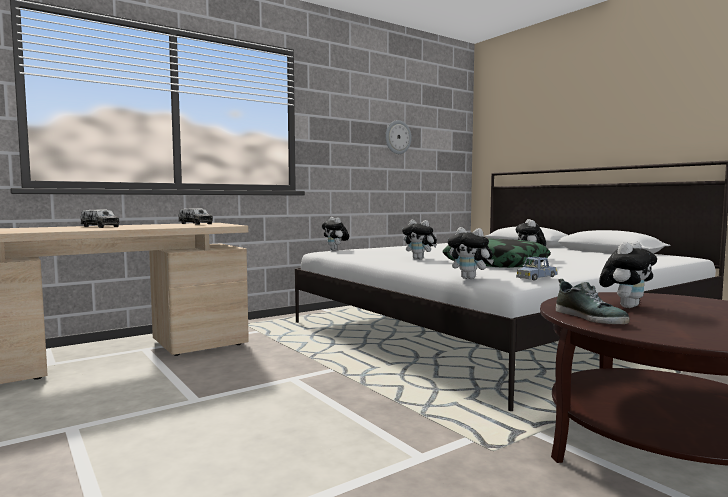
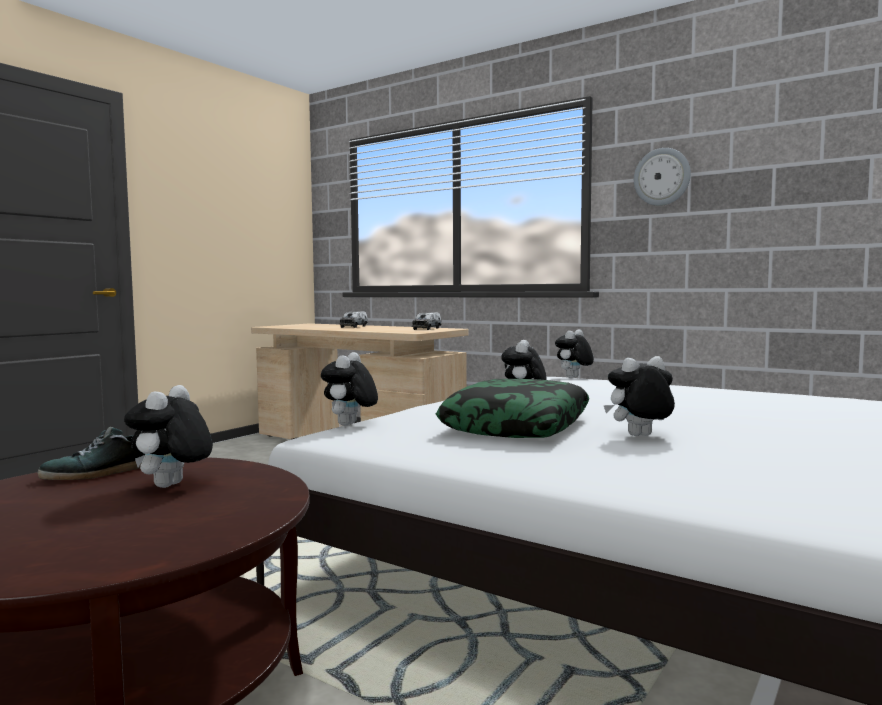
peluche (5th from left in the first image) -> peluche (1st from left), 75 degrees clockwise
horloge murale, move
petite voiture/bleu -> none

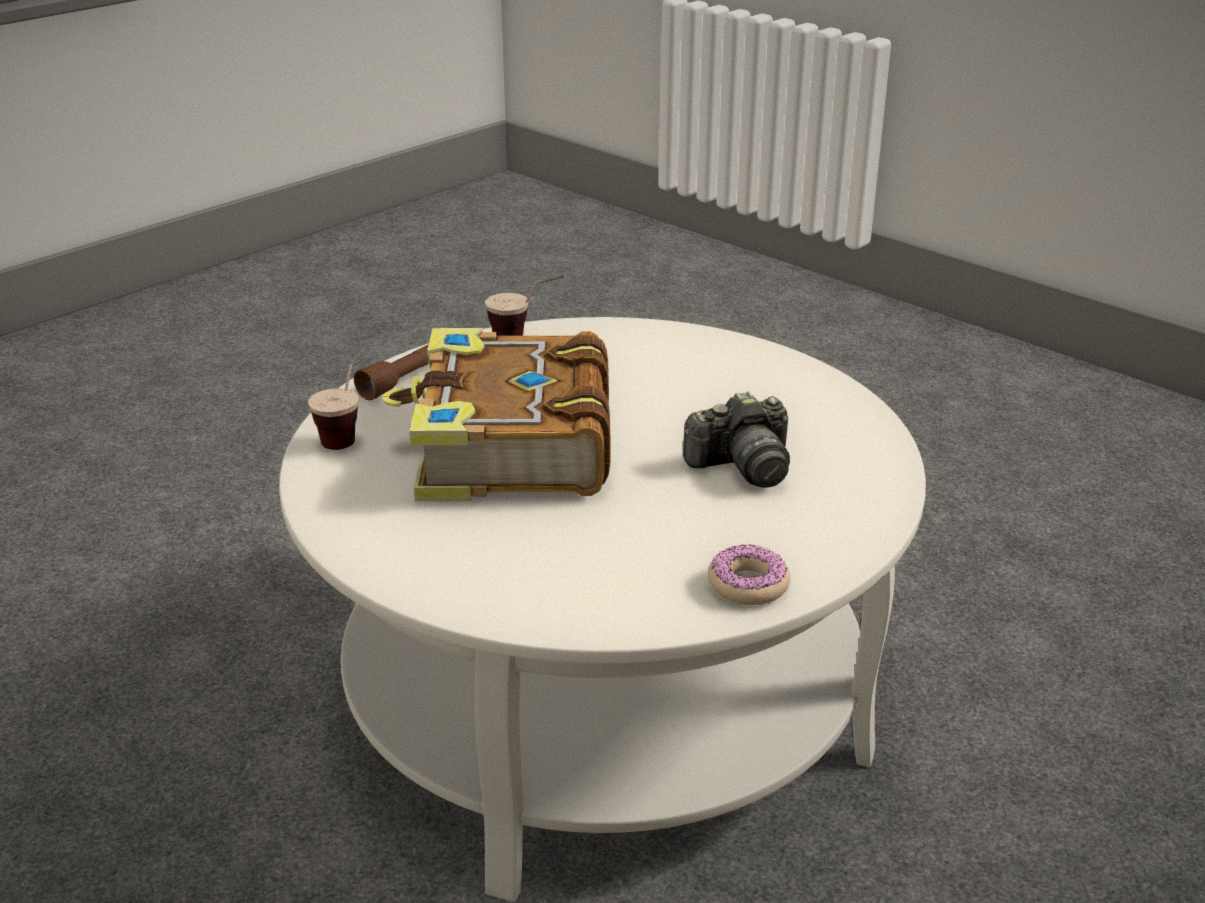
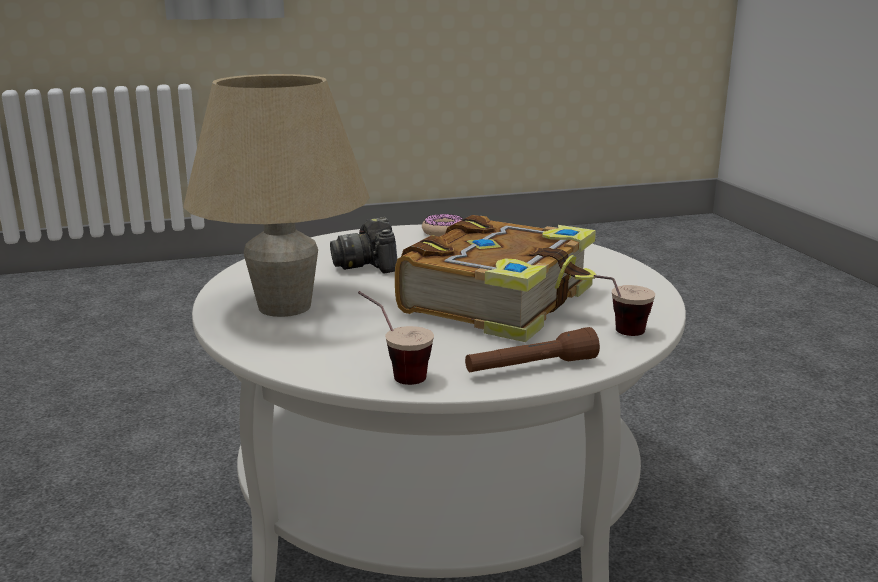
none -> lampe de table/beige
appareil photo, 120 degrees counterclockwise

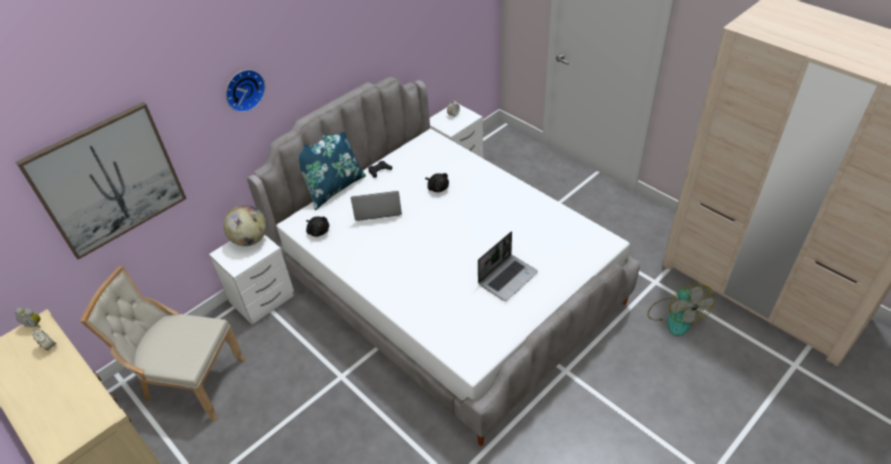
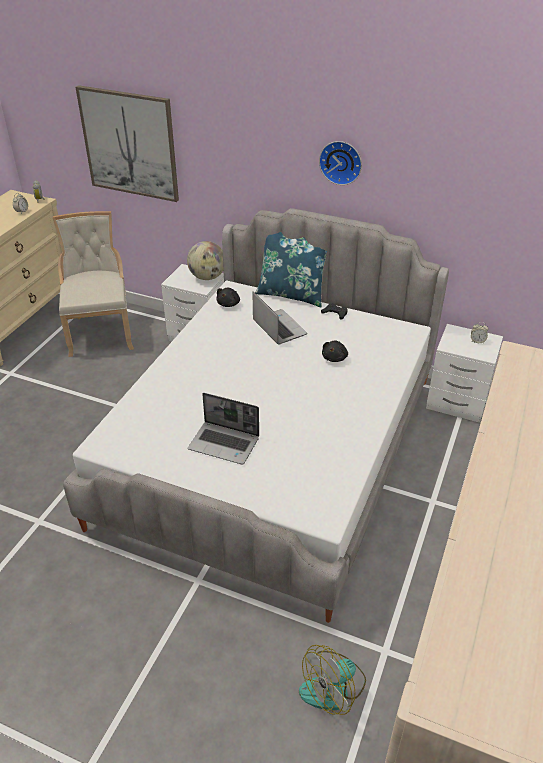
horloge murale, move

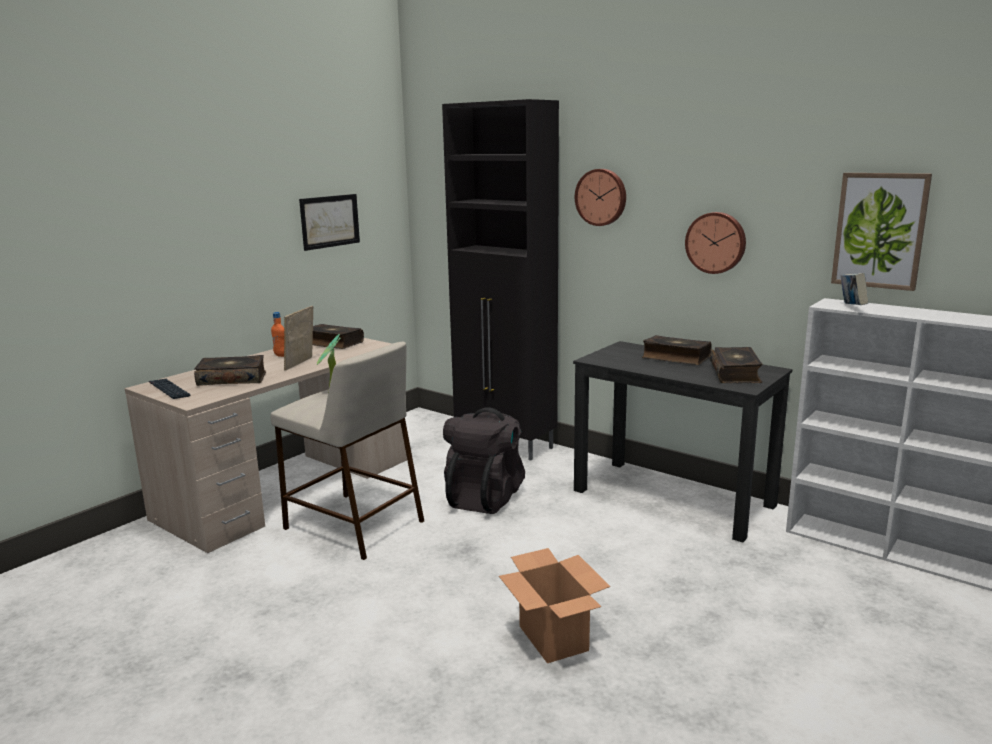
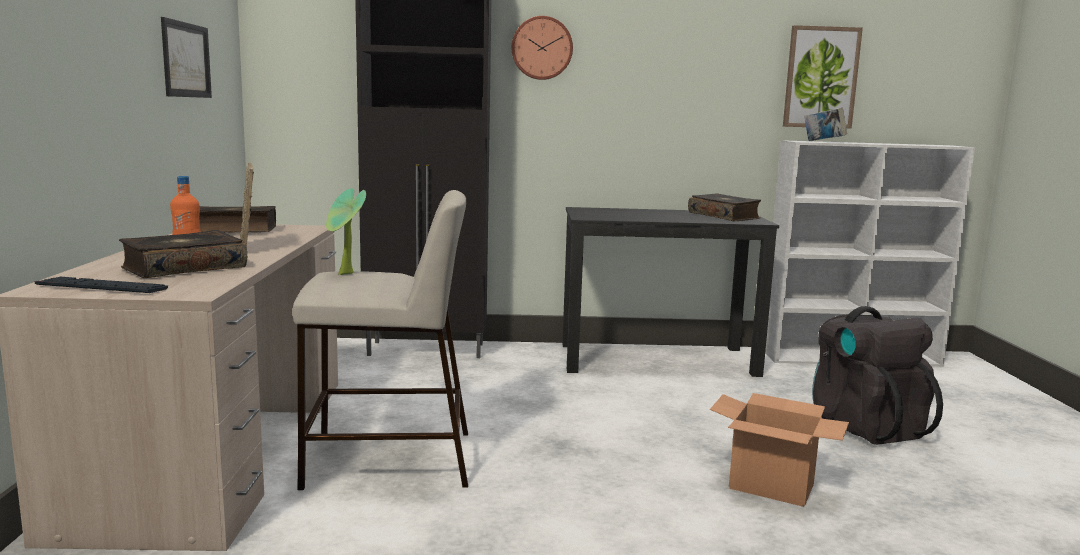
sac à dos/noir, move
livre (3rd from left) -> none
horloge murale (2nd from left) -> none

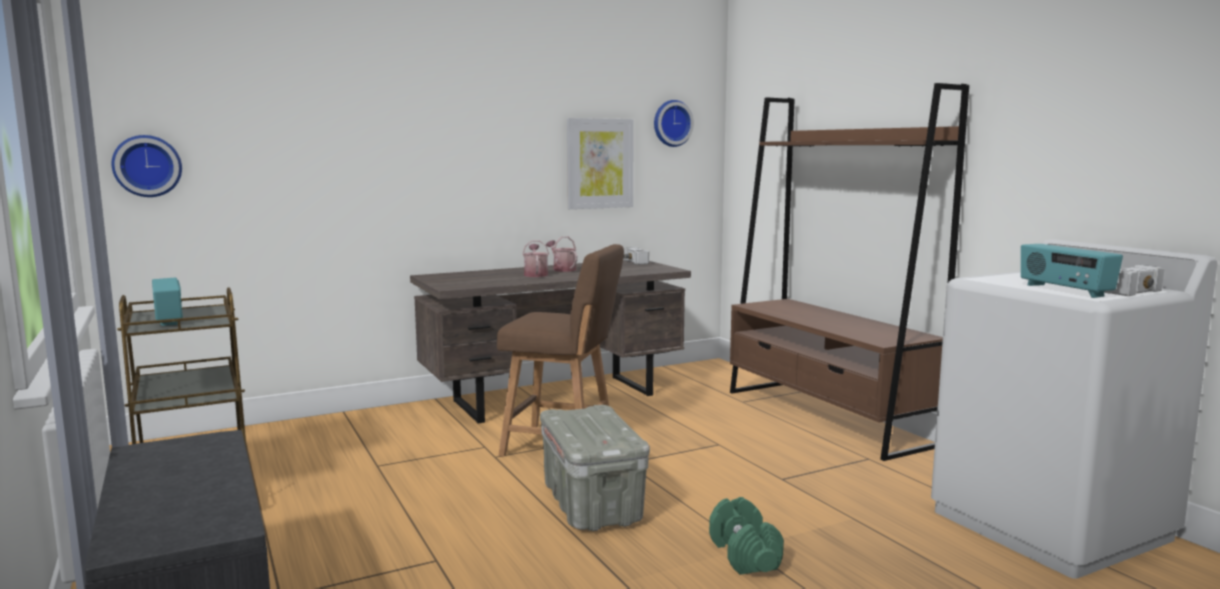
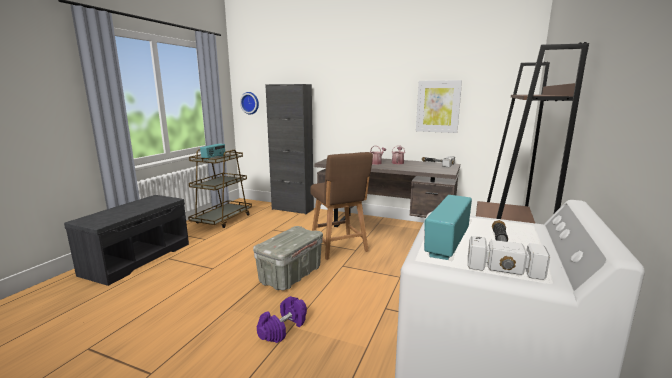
haltère/vert -> haltère/violet
none -> meuble de rangement/noir
horloge murale (2nd from left) -> none

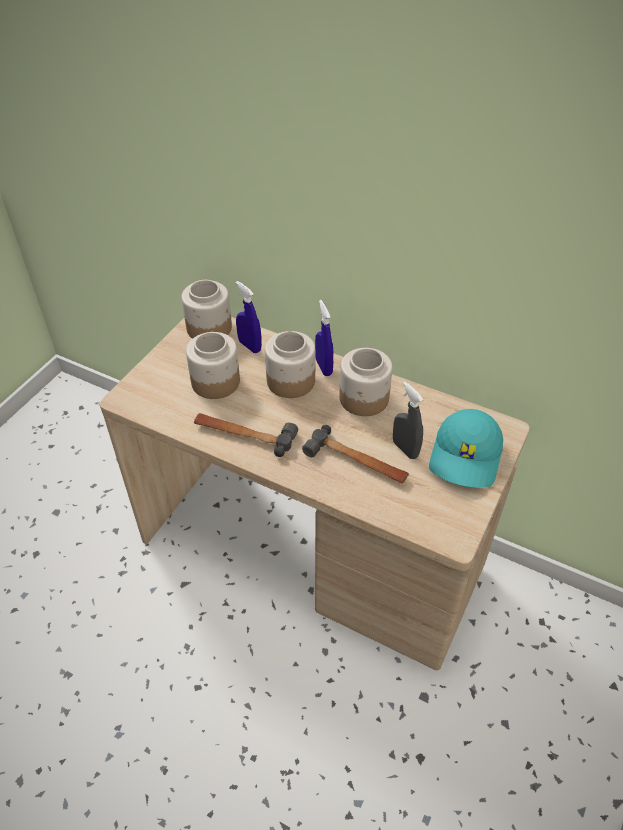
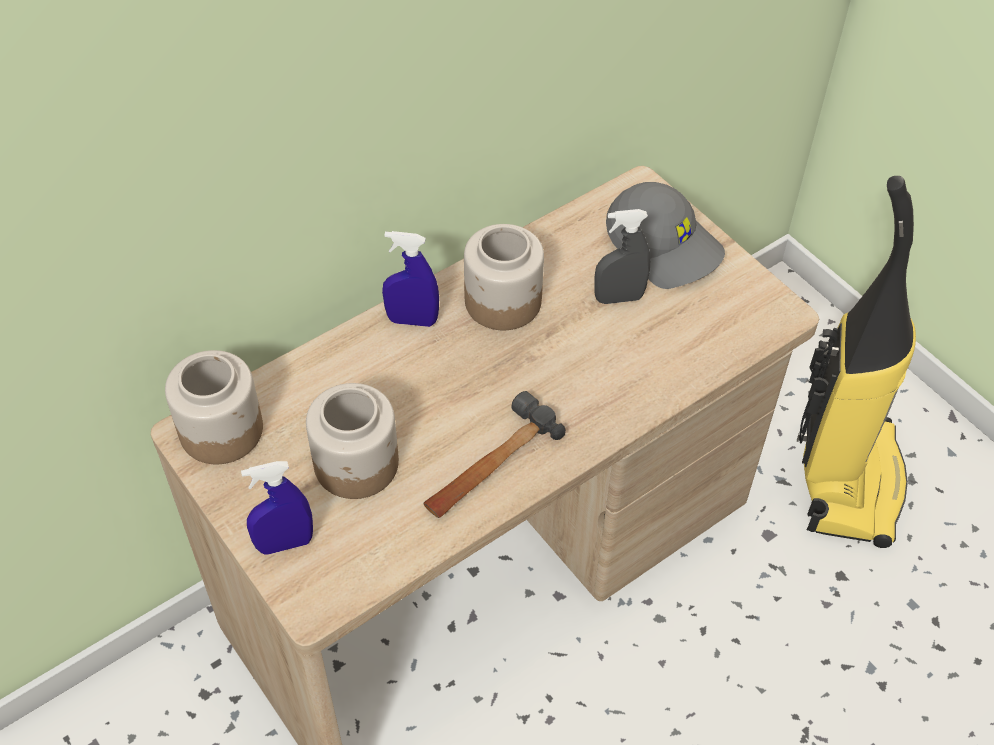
vaporisateur/bleu (1st from left), move
casquette/turquoise -> casquette/gris
none -> aspirateur
bocal (3rd from left) -> none
marteau (2nd from left) -> none

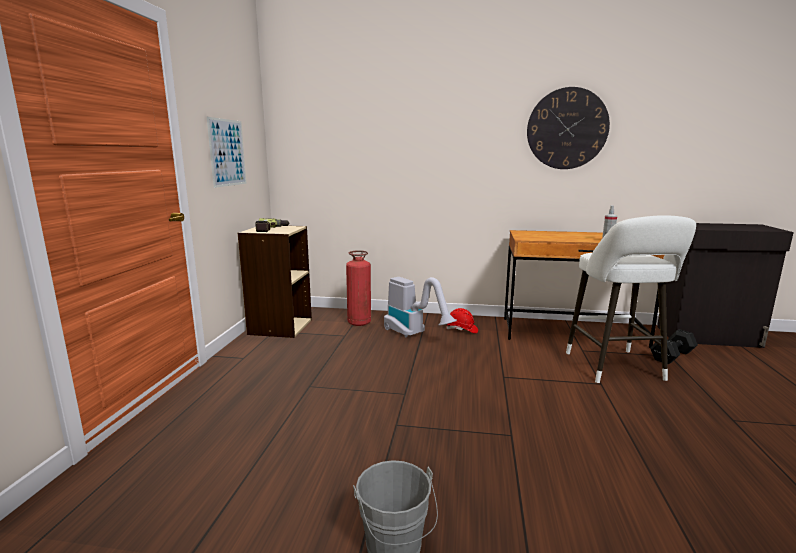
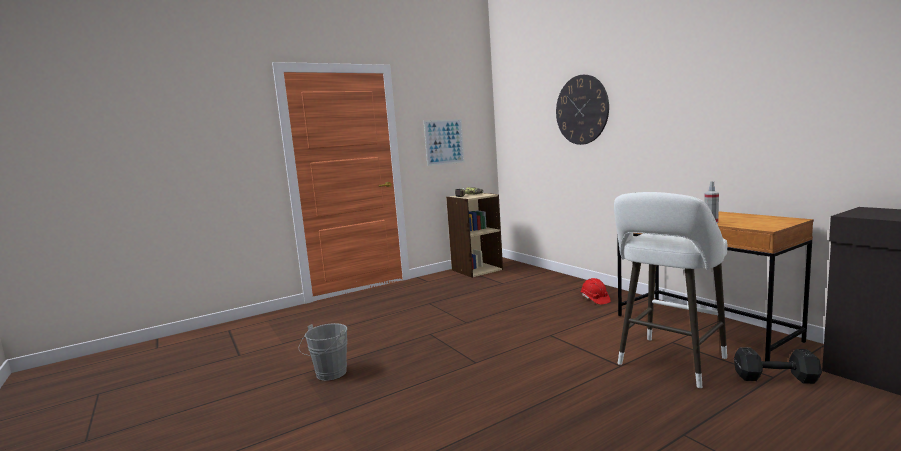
horloge murale, move
extincteur -> none
aspirateur -> none

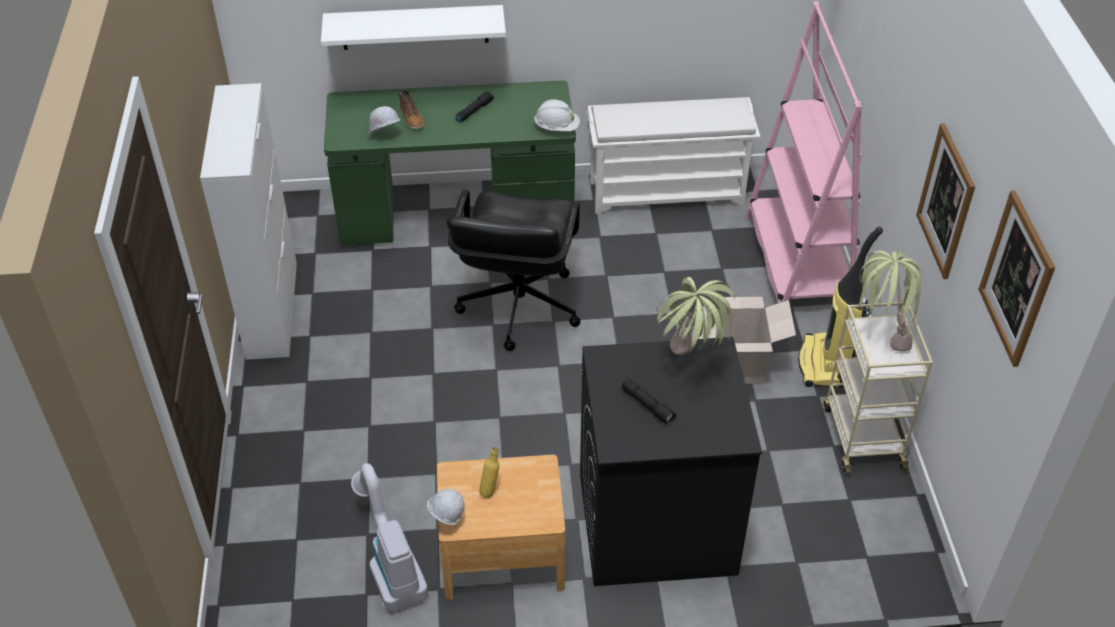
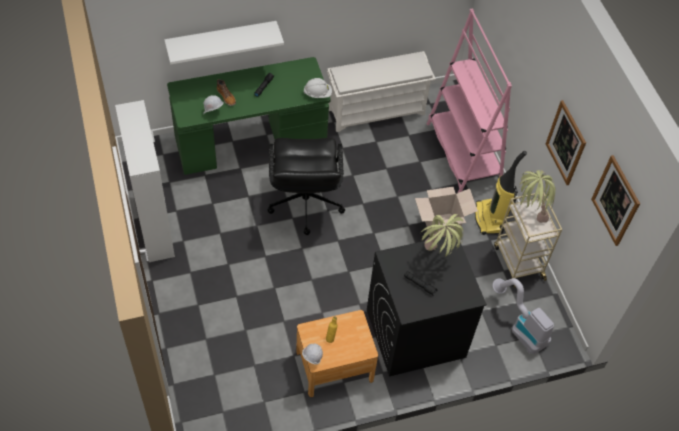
aspirateur (1st from left in the first image) -> aspirateur (2nd from left), move

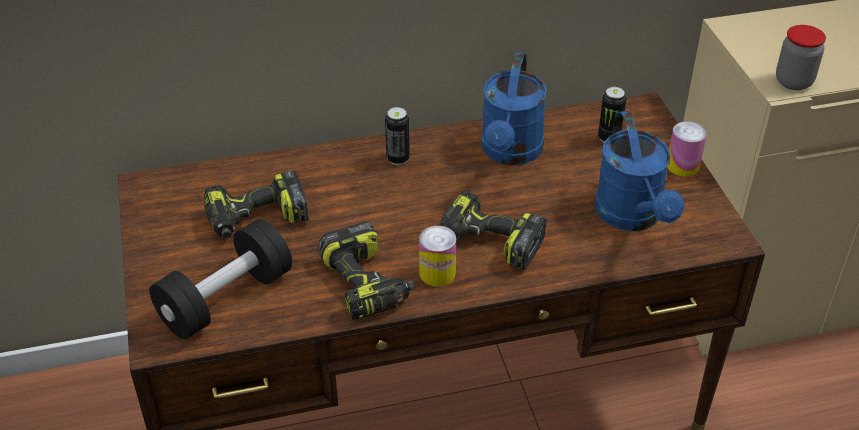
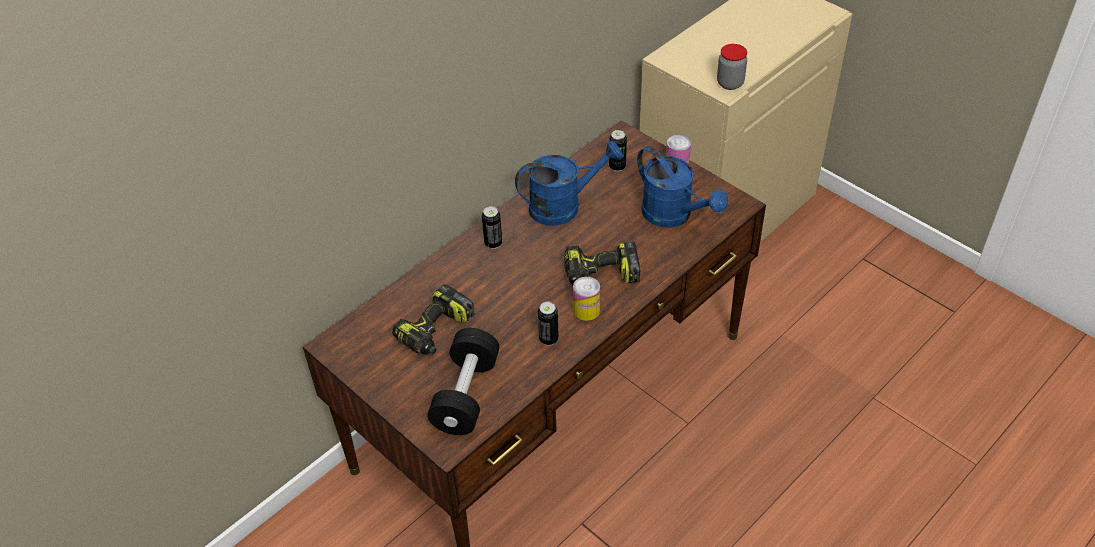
arrosoir/bleu (1st from left), 90 degrees counterclockwise
perceuse (2nd from left) -> boîte métallique (2nd from left)

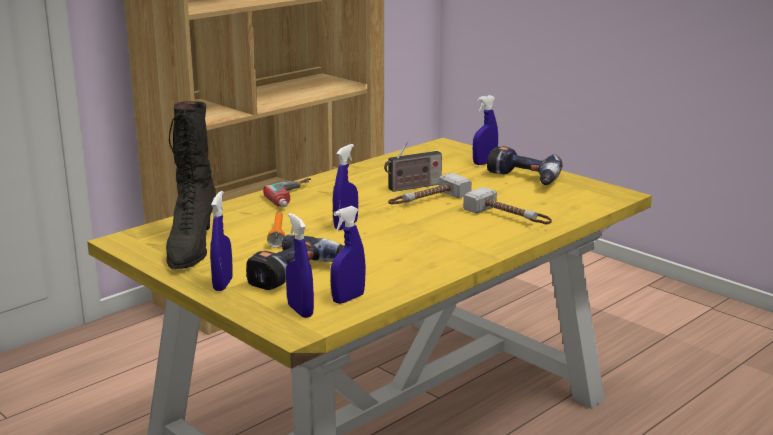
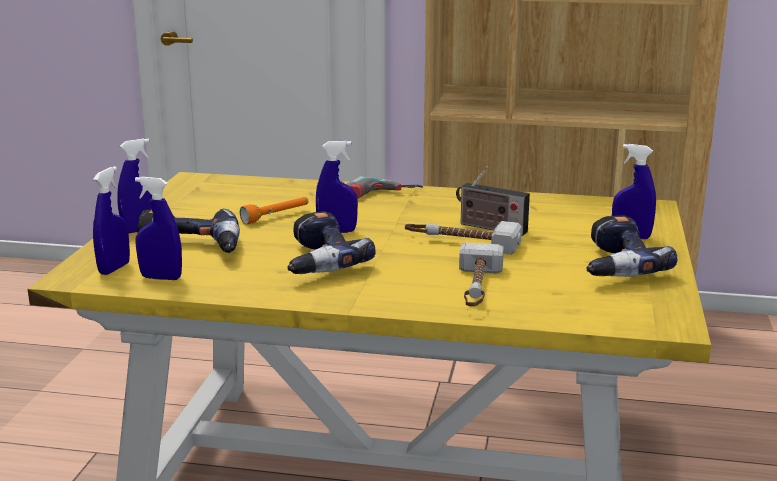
none -> perceuse (2nd from left)
botte/noir -> none

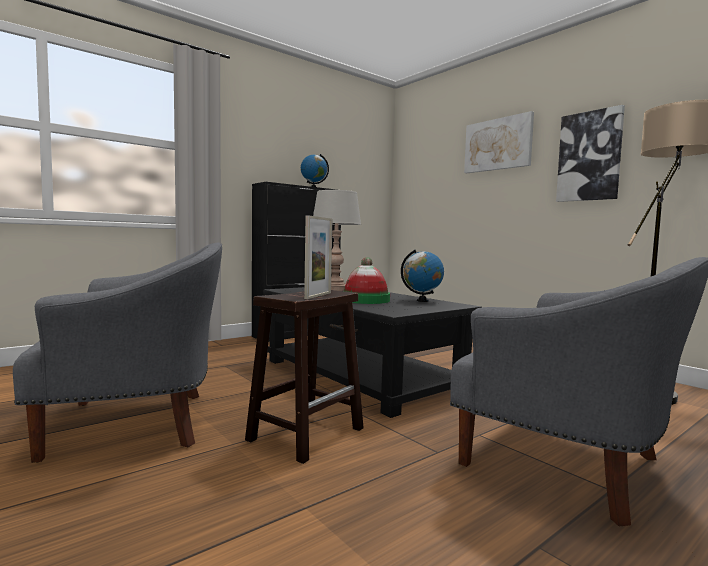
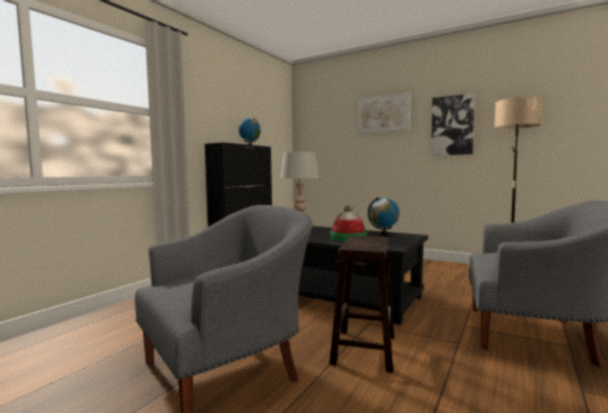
cadre photo -> none

